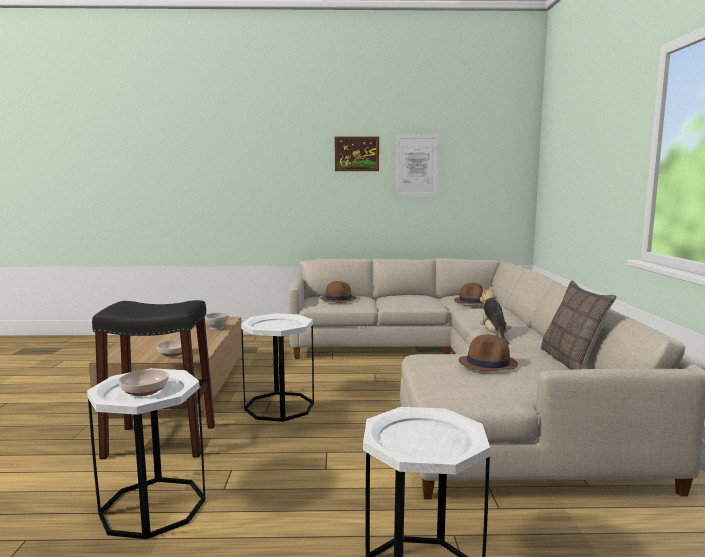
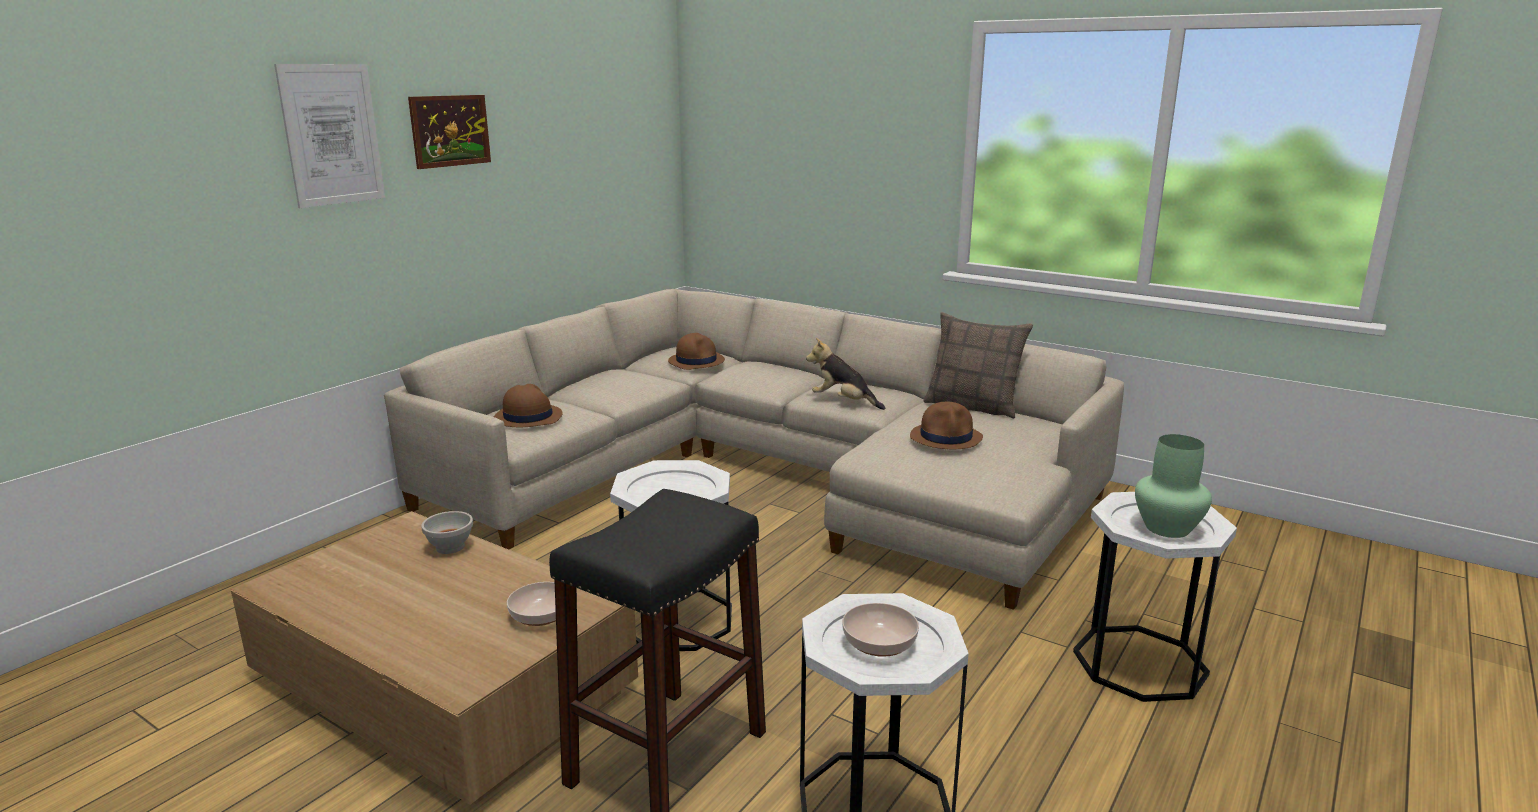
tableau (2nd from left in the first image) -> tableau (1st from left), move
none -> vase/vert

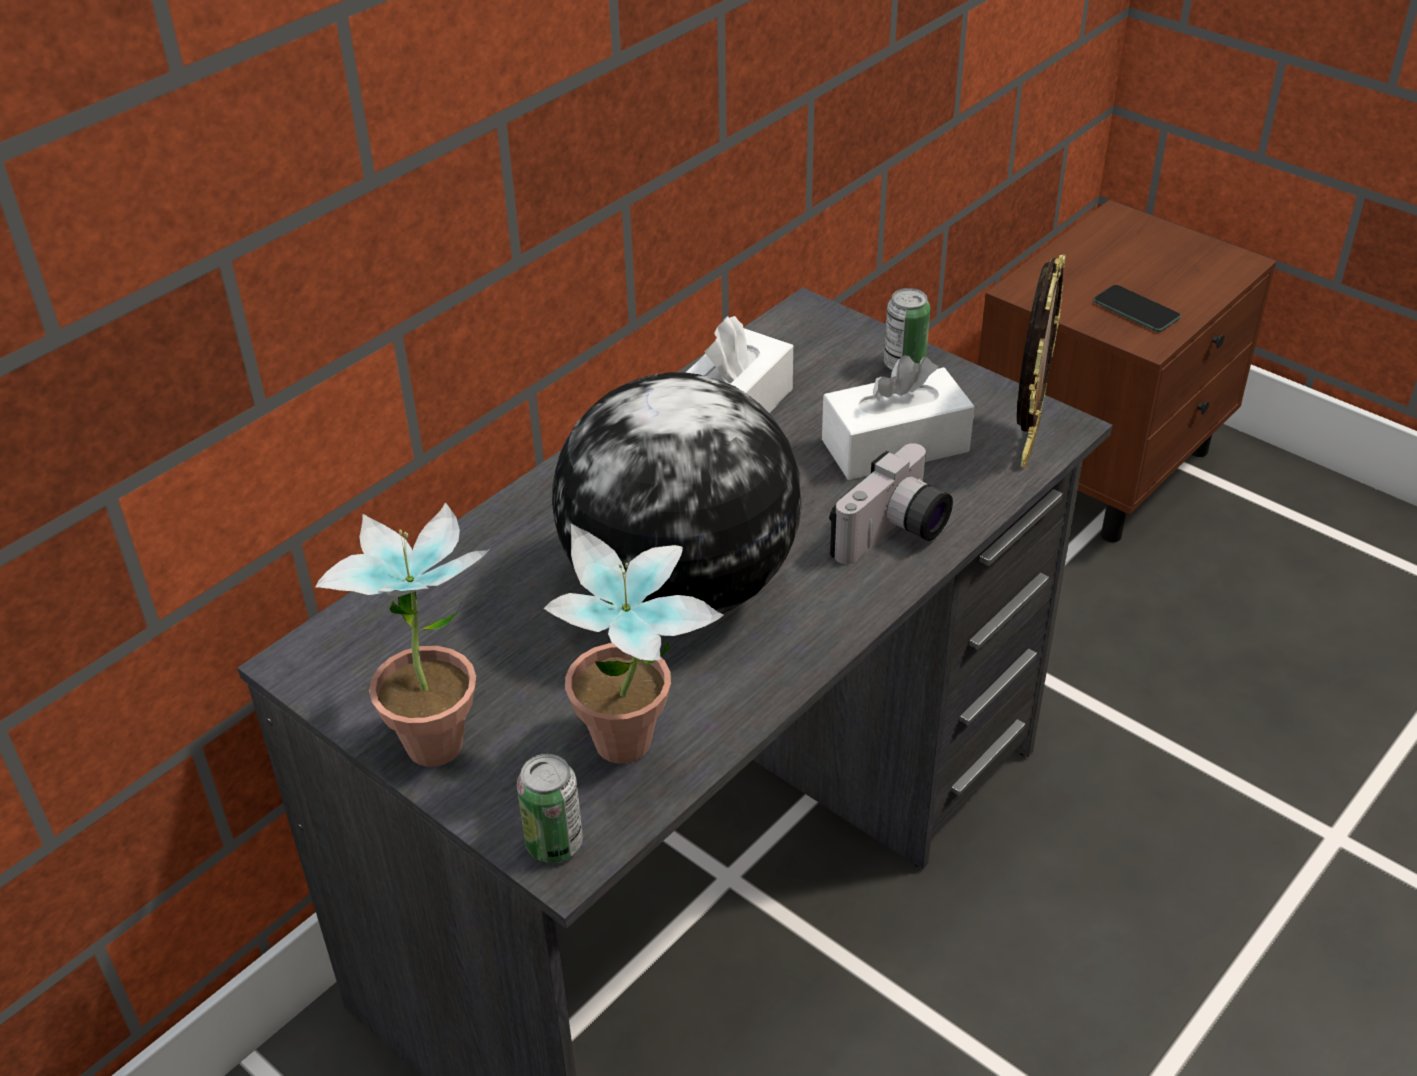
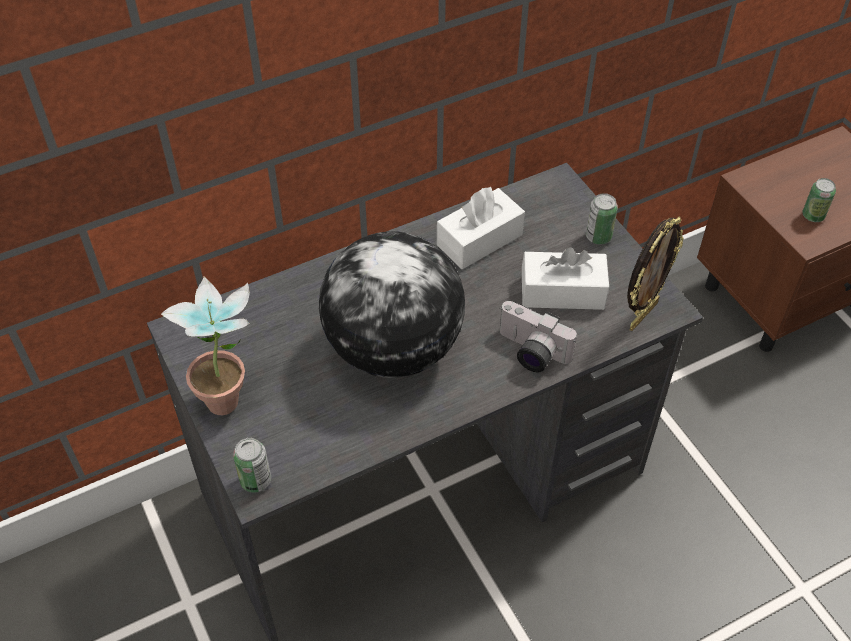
appareil photo, 60 degrees clockwise
téléphone -> boîte métallique (3rd from left)
plante en pot (2nd from left) -> none

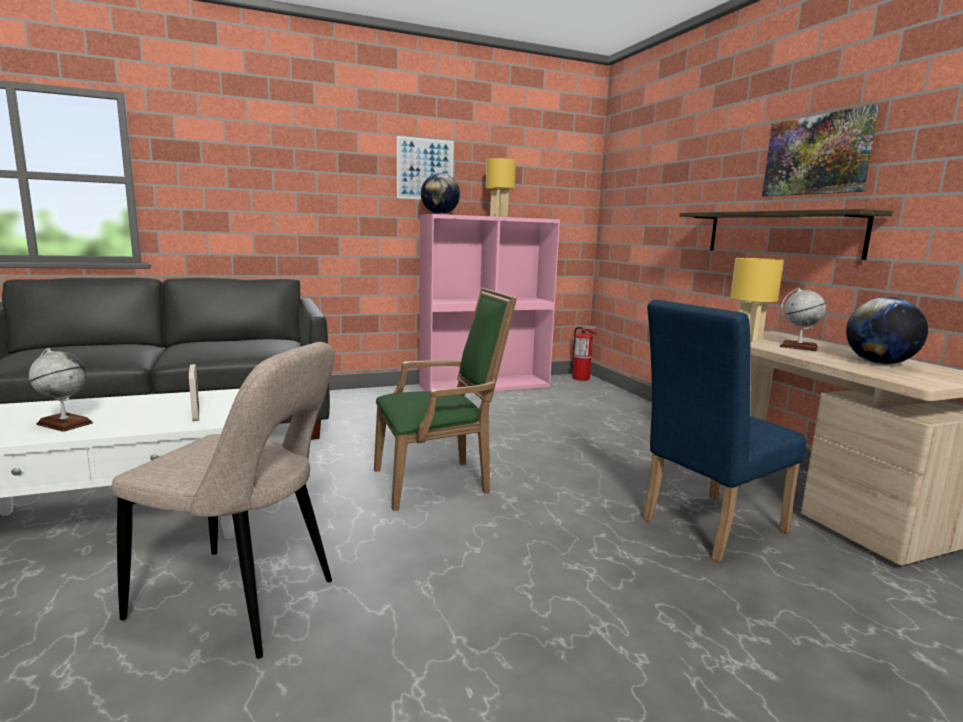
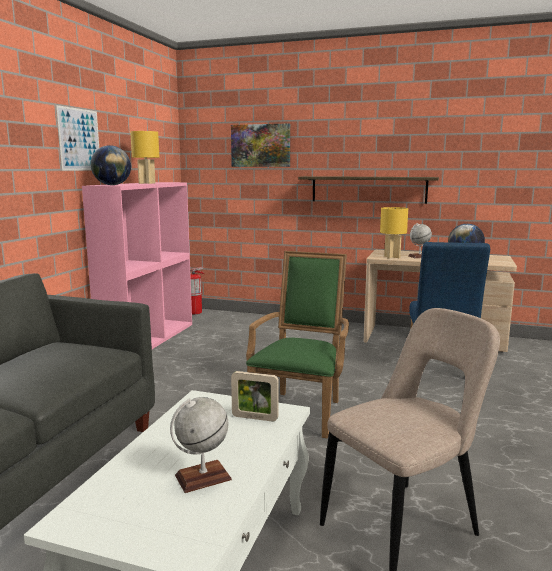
tableau (2nd from left), move

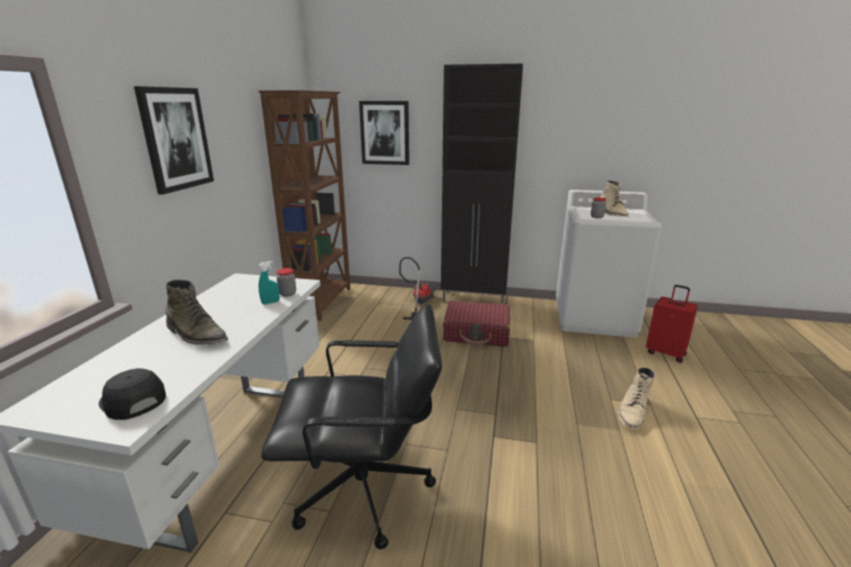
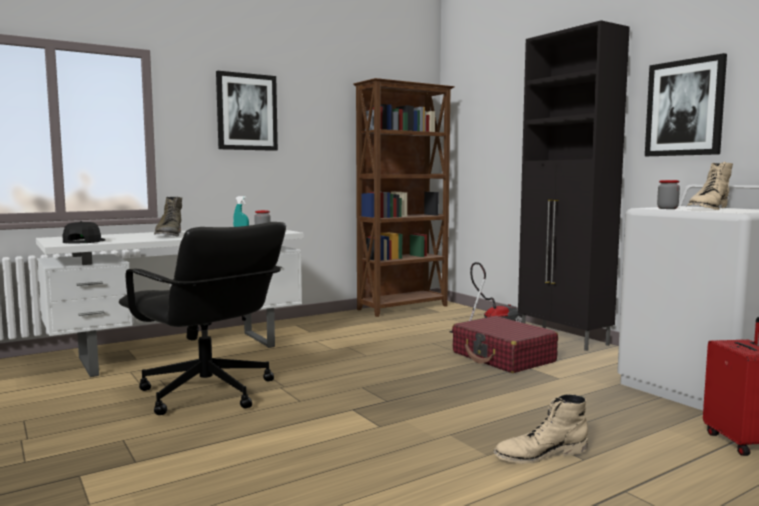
tableau (2nd from left), move

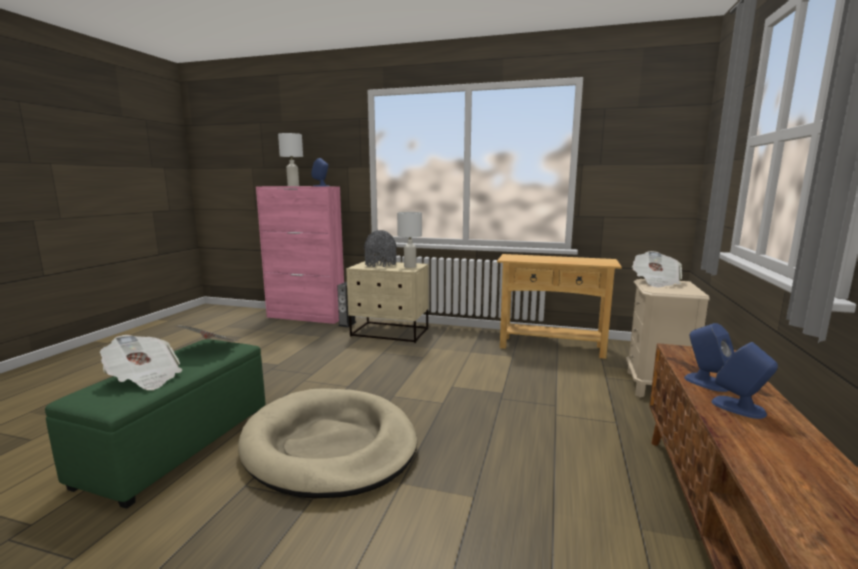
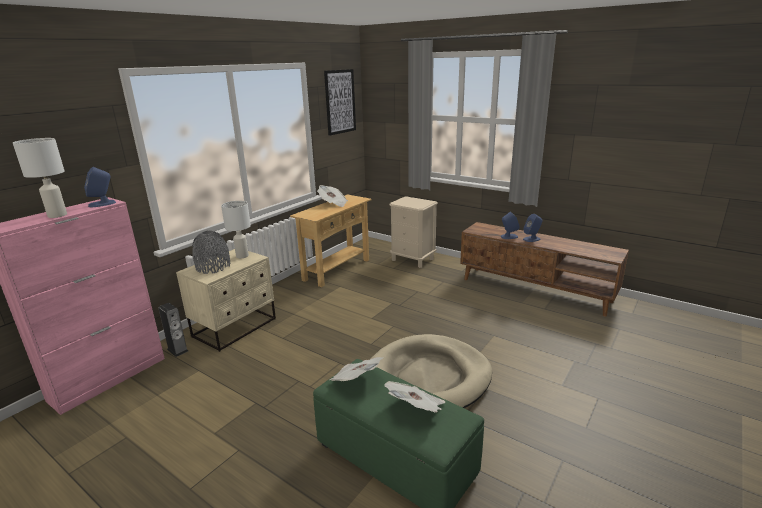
journal (3rd from left in the first image) -> journal (1st from left), move
none -> tableau

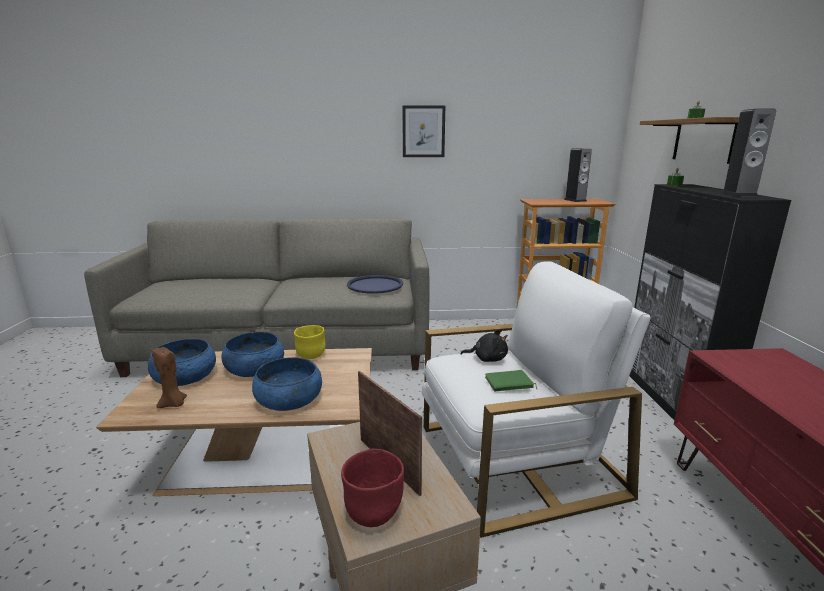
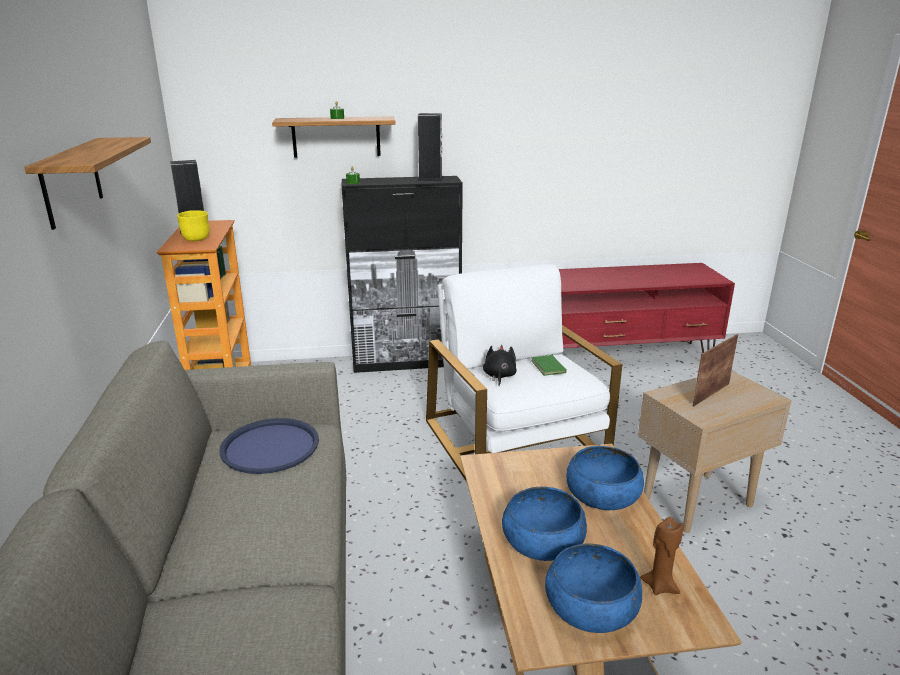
tableau -> étagère (1st from left)
bol/jaune, move
bol/rouge -> none

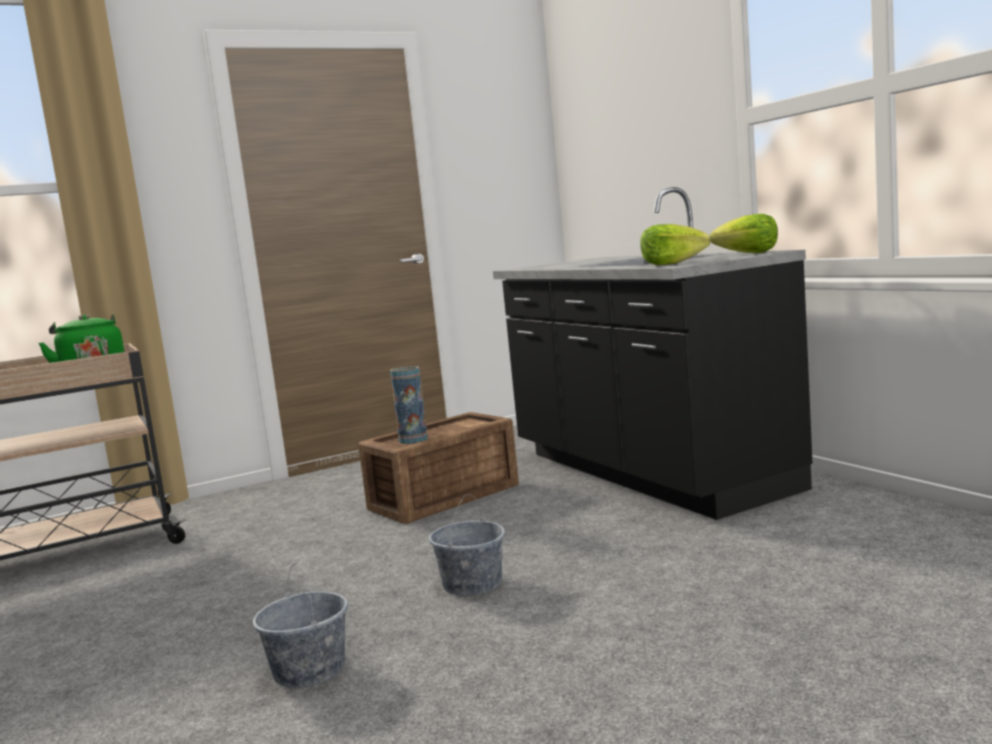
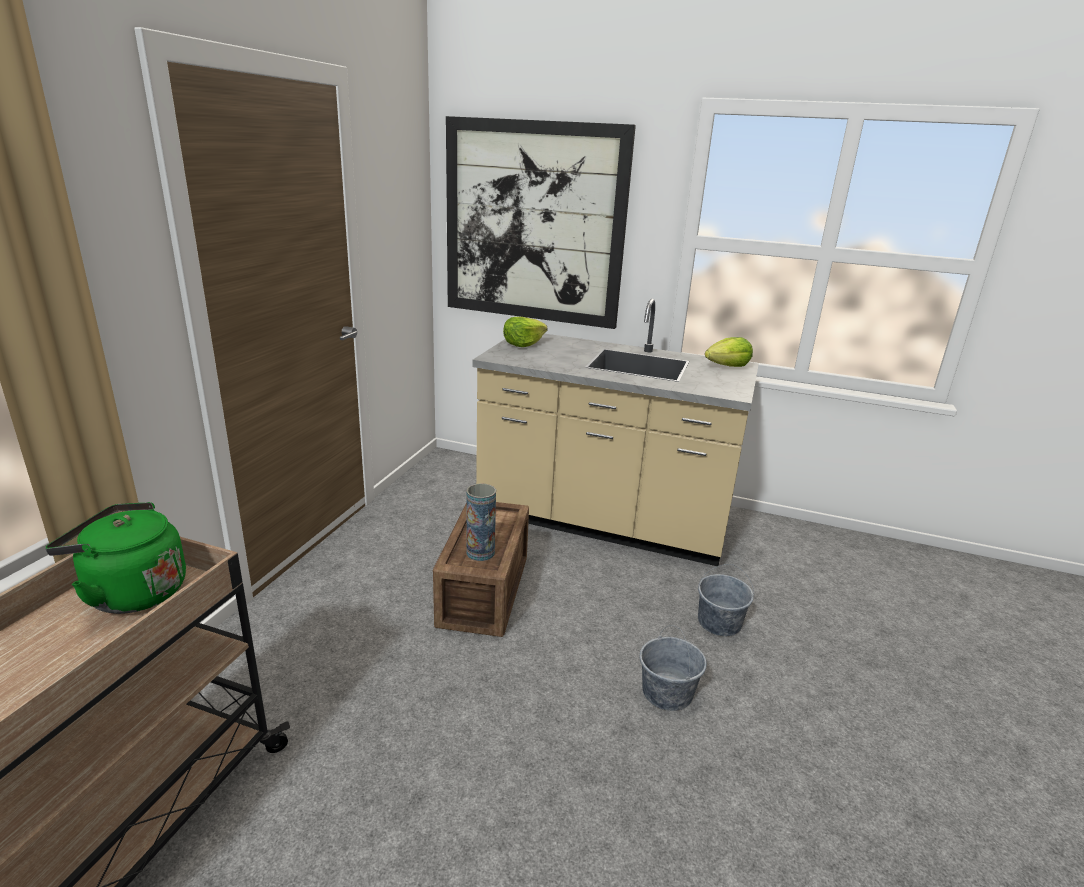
none -> tableau
comptoir de cuisine/noir -> comptoir de cuisine/beige
laitue (1st from left), move
seau/gris (1st from left in the first image) -> seau/gris (2nd from left), move

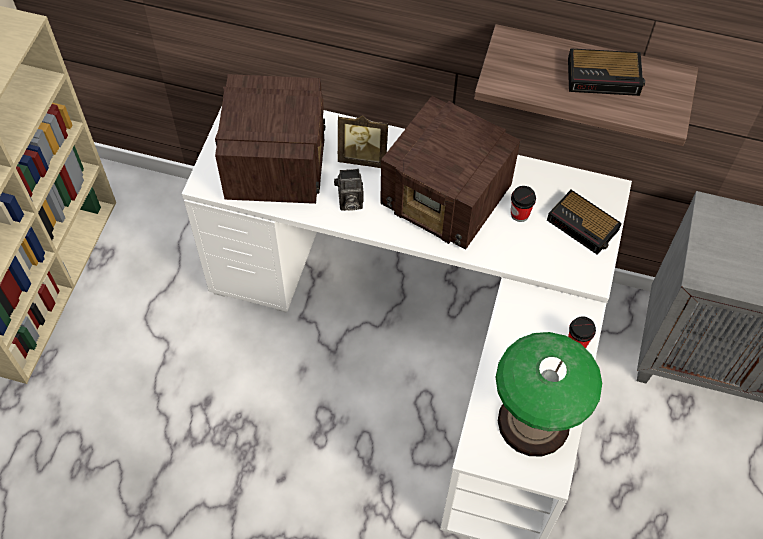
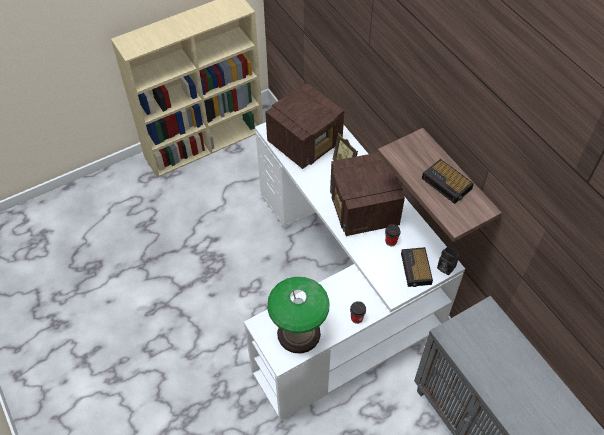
appareil photo, move

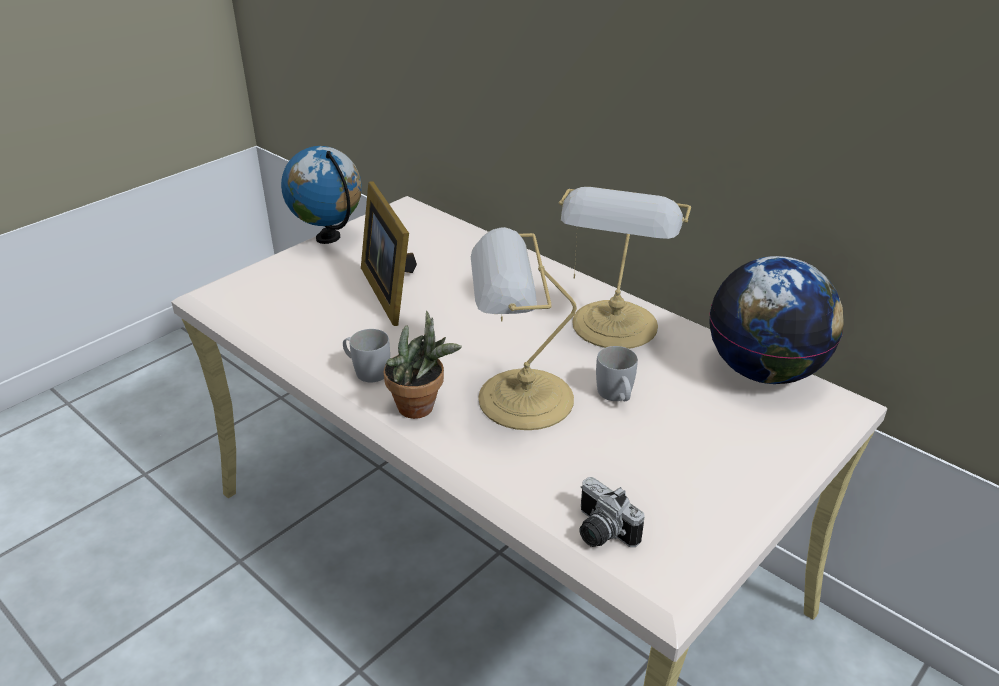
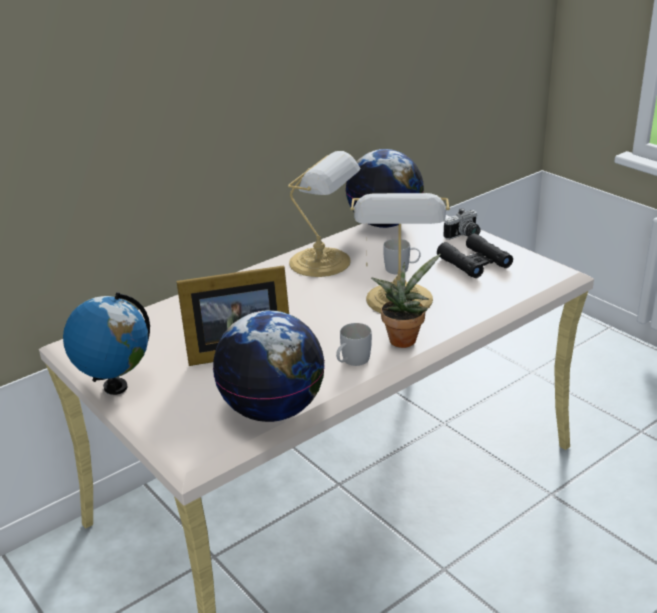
none -> globe (2nd from left)
none -> jumelles/noir
appareil photo, move

